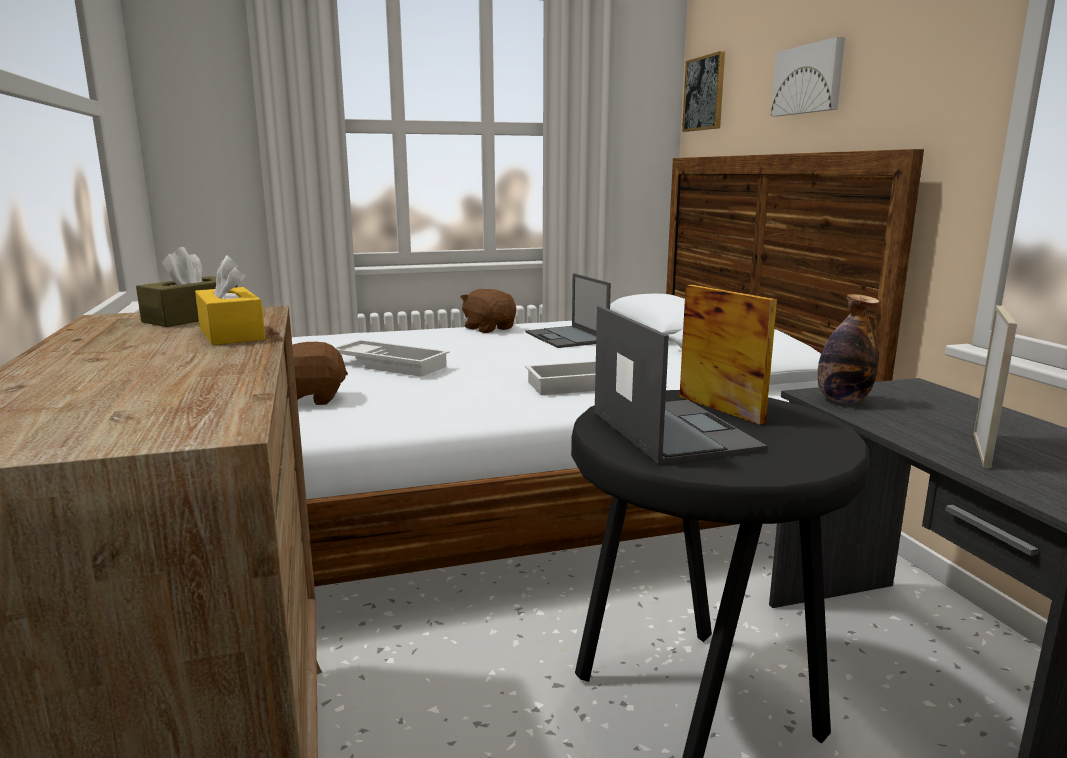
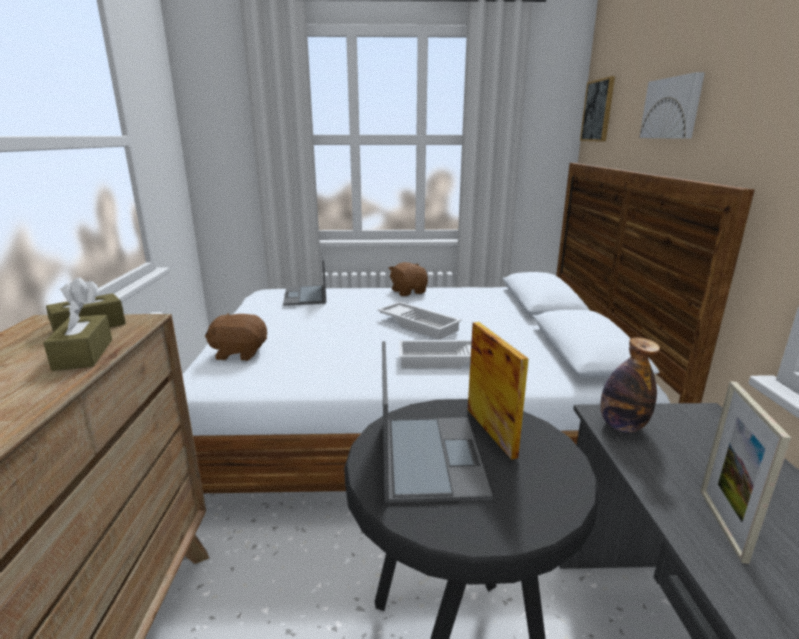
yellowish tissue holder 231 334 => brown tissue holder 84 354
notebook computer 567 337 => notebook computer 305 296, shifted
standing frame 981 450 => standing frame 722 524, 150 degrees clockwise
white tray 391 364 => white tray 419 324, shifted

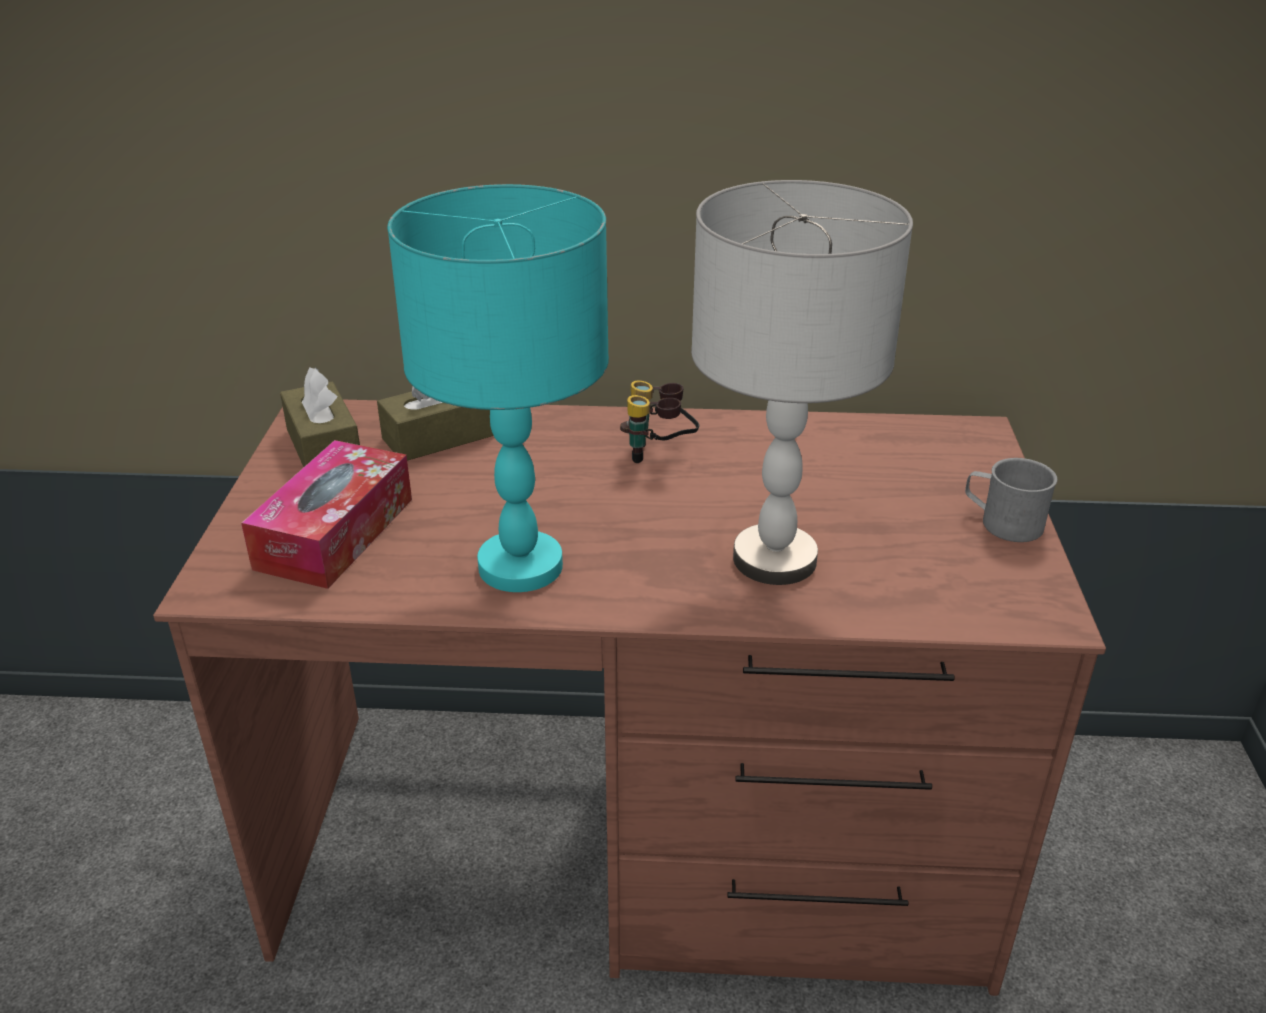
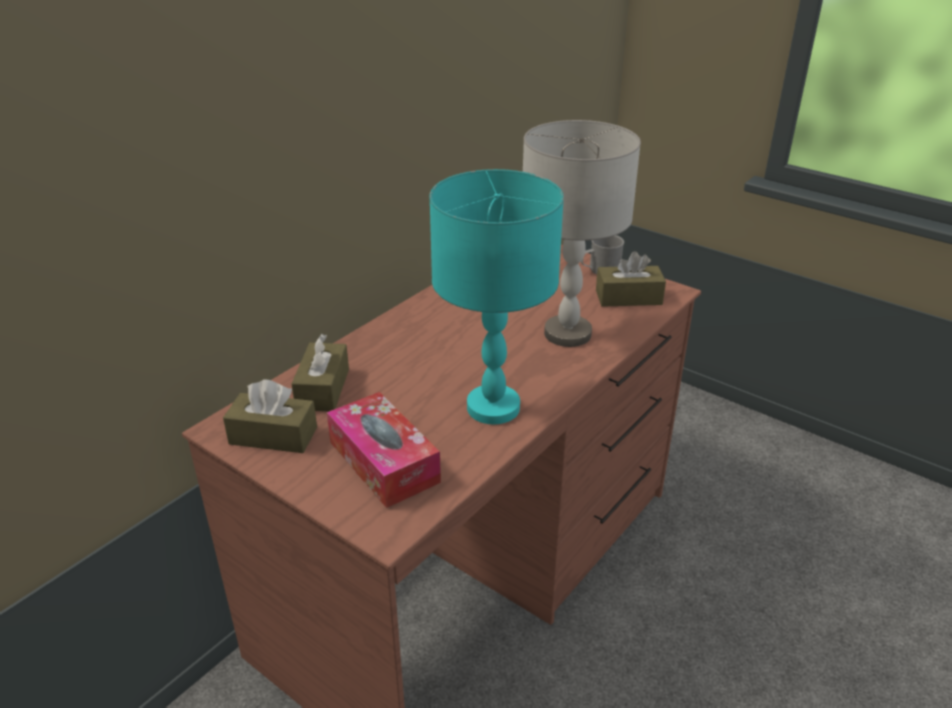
field glasses 659 455 => nothing
nothing => brown tissue holder 628 297

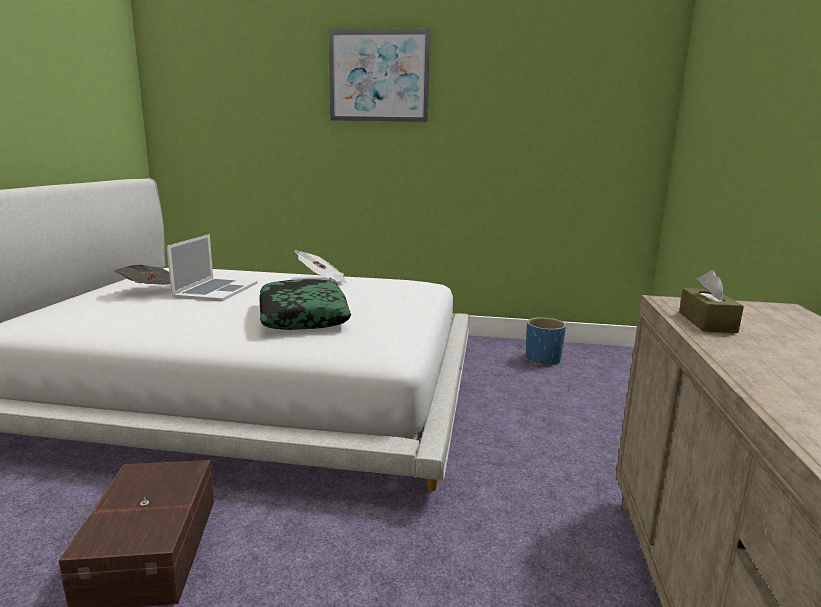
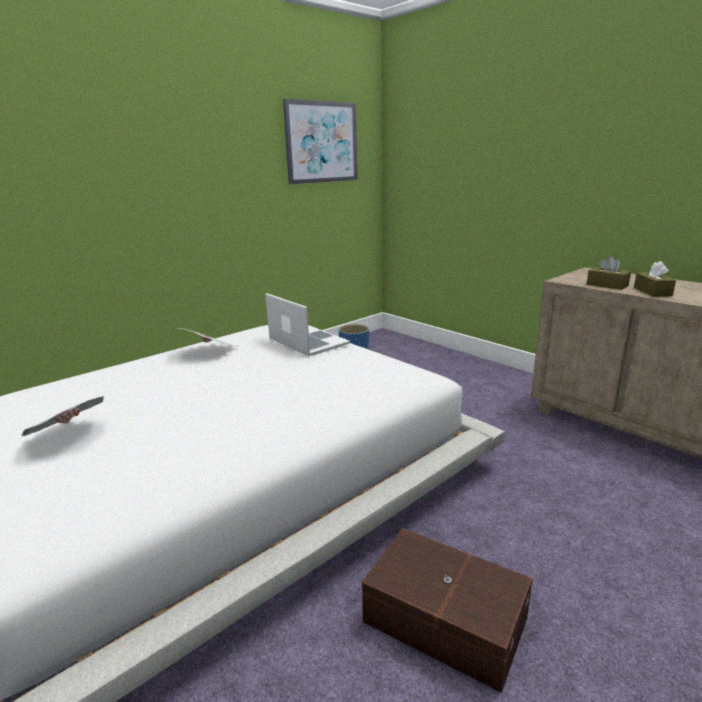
wall art 379 76 => wall art 322 142, shifted
notebook computer 216 290 => notebook computer 308 341, shifted
pillow 302 316 => nothing
nothing => brown tissue holder 652 291

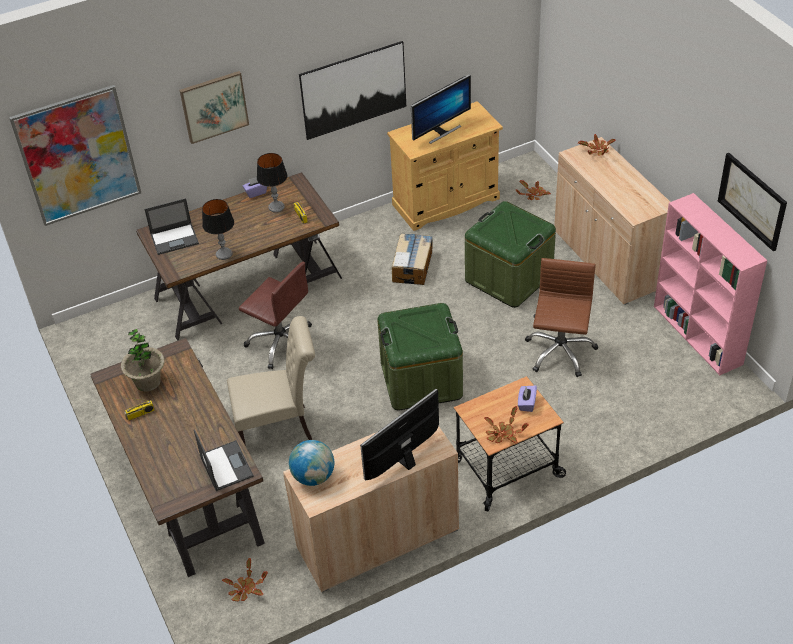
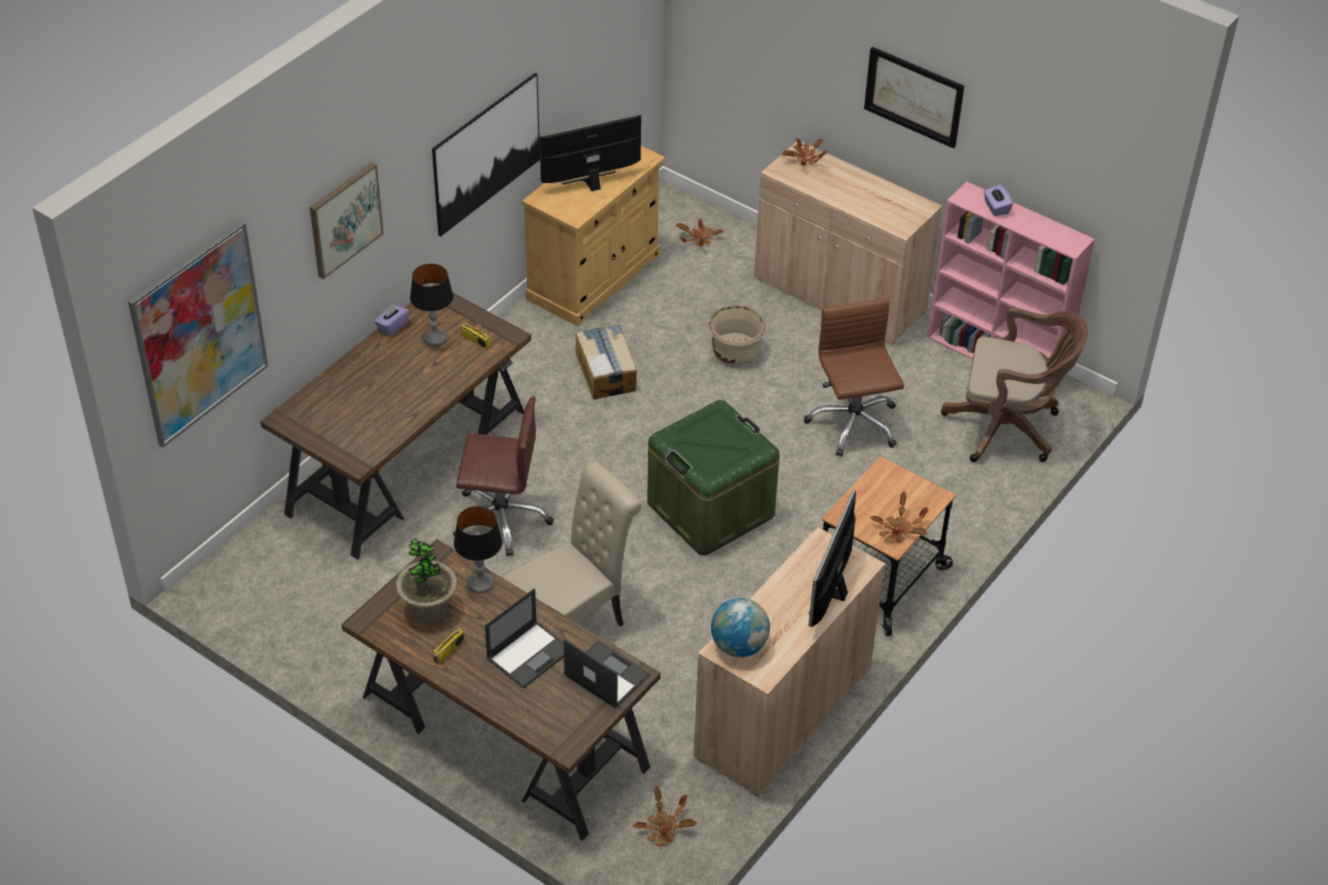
computer display 441 131 => computer display 591 183, 135 degrees counterclockwise
wall art 752 201 => wall art 914 96, shifted
notebook computer 175 238 => notebook computer 529 654, shifted
table lamp 224 254 => table lamp 480 583, shifted
green storage container 509 278 => beige planter 735 351
purplish tissue holder 526 403 => purplish tissue holder 996 208, shifted
nothing => brown computer chair 1008 428

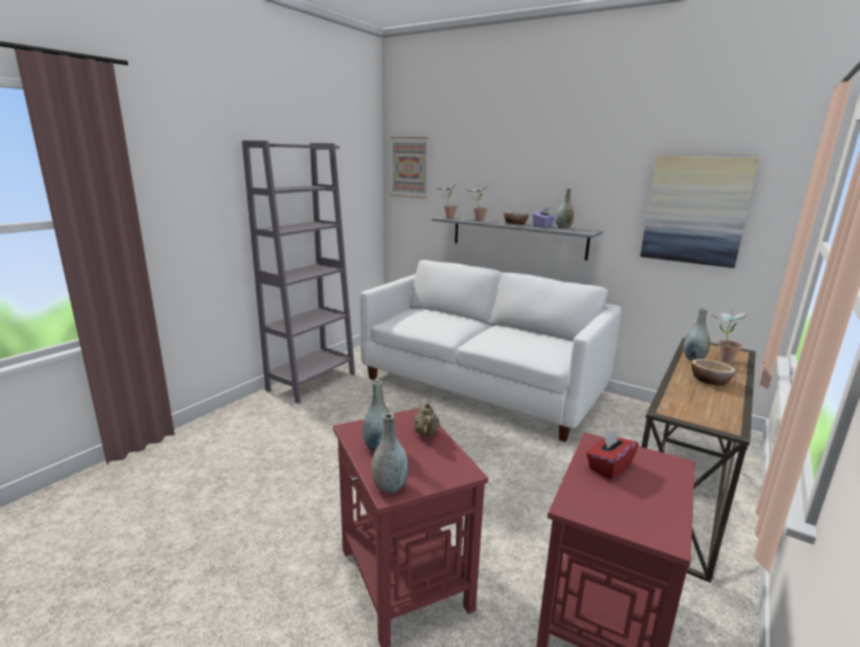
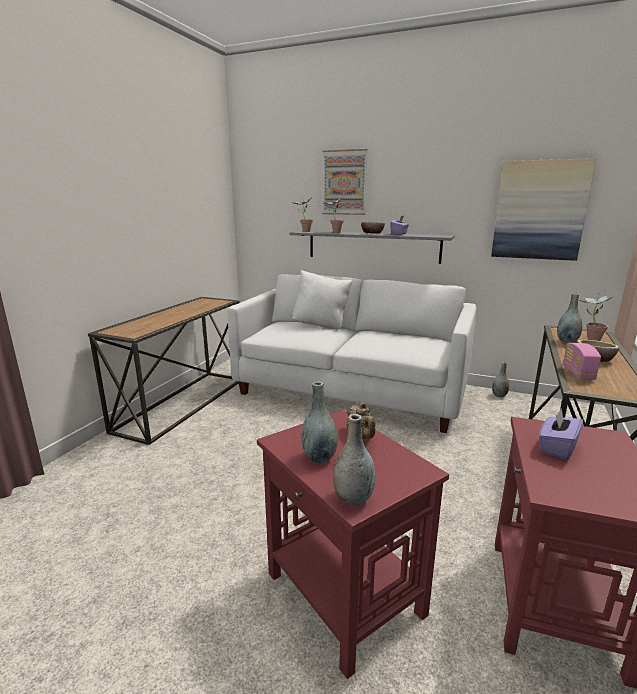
wall art 409 167 => wall art 344 182, shifted
grey shelving unit 312 382 => console table 183 403
grey flower vase 563 228 => grey flower vase 499 395, shifted
reddish tissue holder 609 467 => purplish tissue holder 557 447
nothing => white pillow 321 326
nothing => radio 578 373

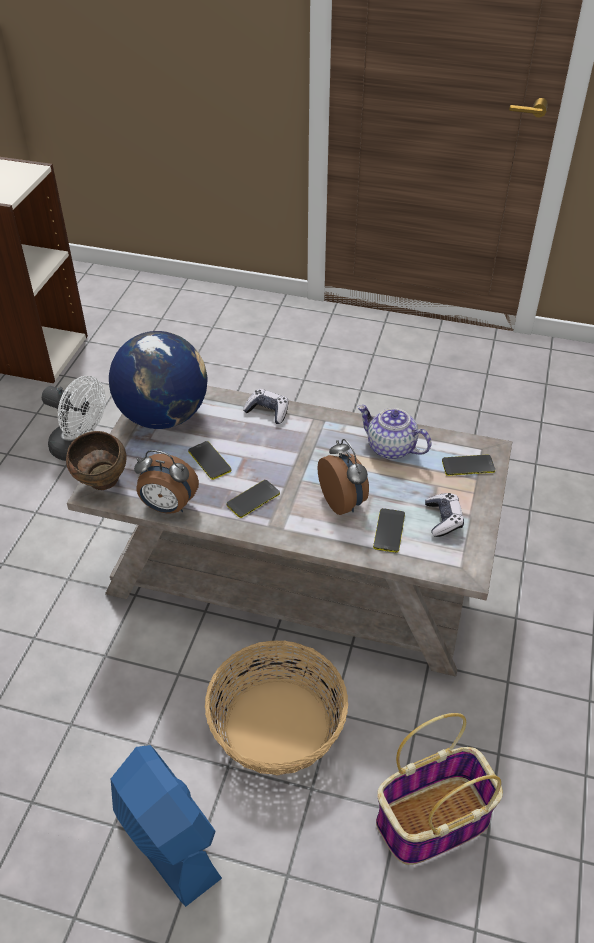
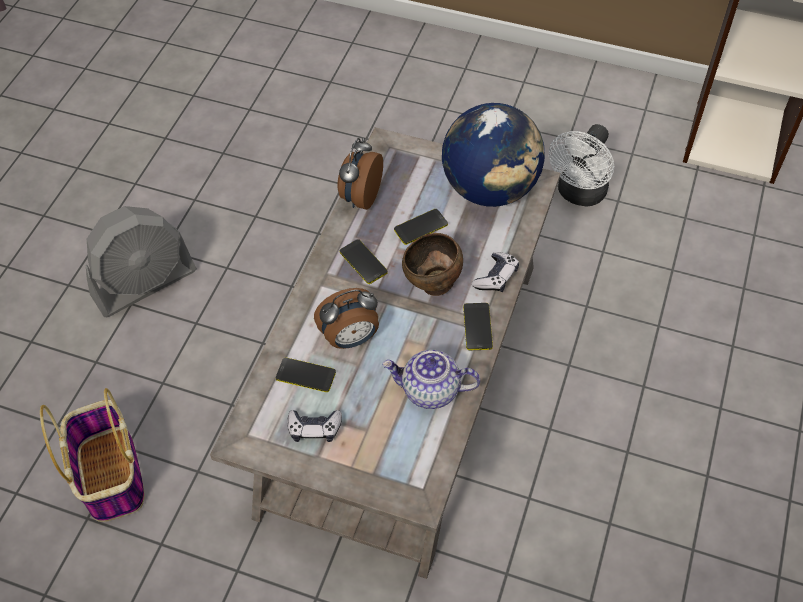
tea pot 390 448 => tea pot 430 391, 120 degrees counterclockwise
brown serving bowl 103 483 => brown serving bowl 432 284, shifted
phone 468 466 => phone 477 327, shifted
basket 276 727 => nothing
blue cooling fan 167 839 => grey cooling fan 145 283

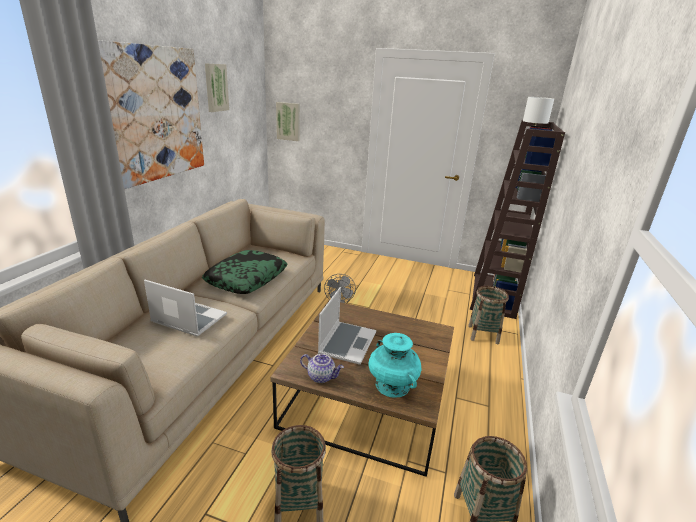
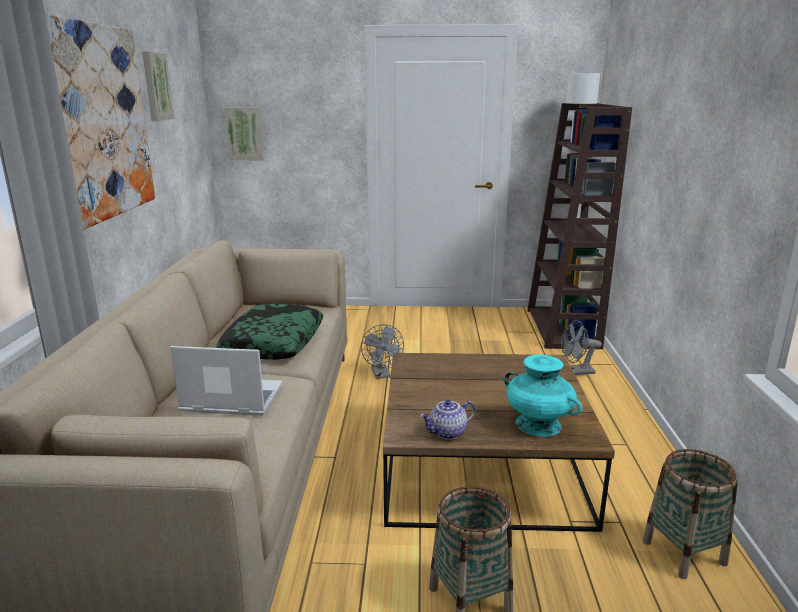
basket 483 334 => grey cooling fan 576 372
notebook computer 347 343 => nothing
tea pot 321 376 => tea pot 448 433, 150 degrees clockwise

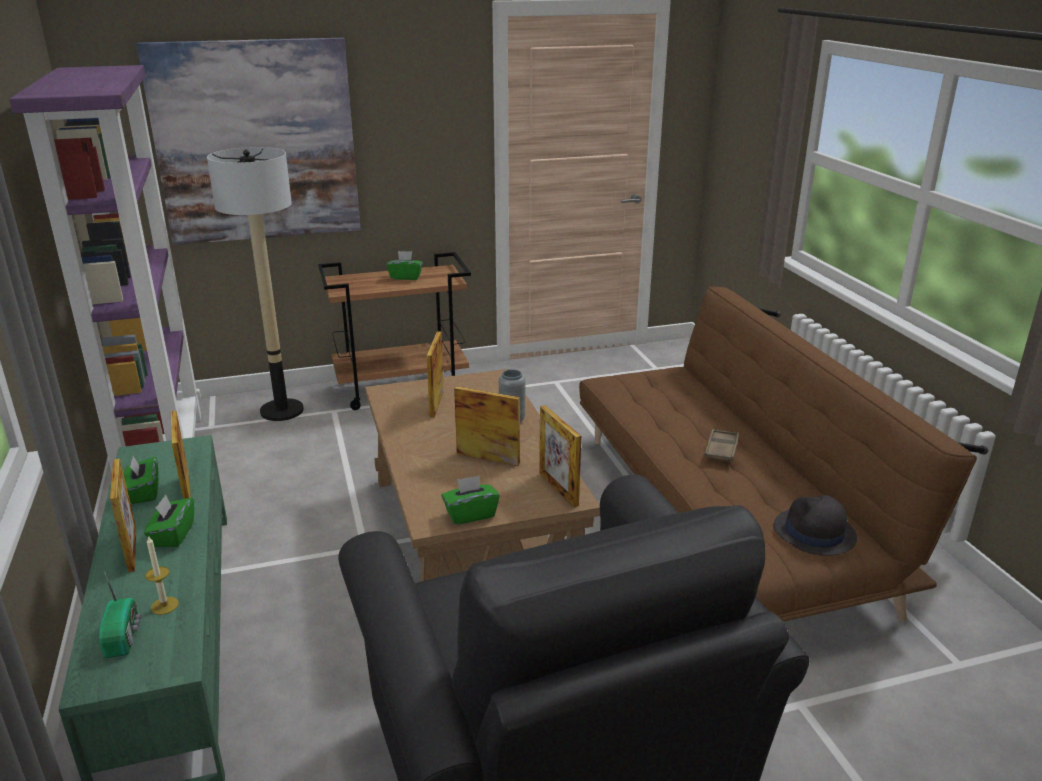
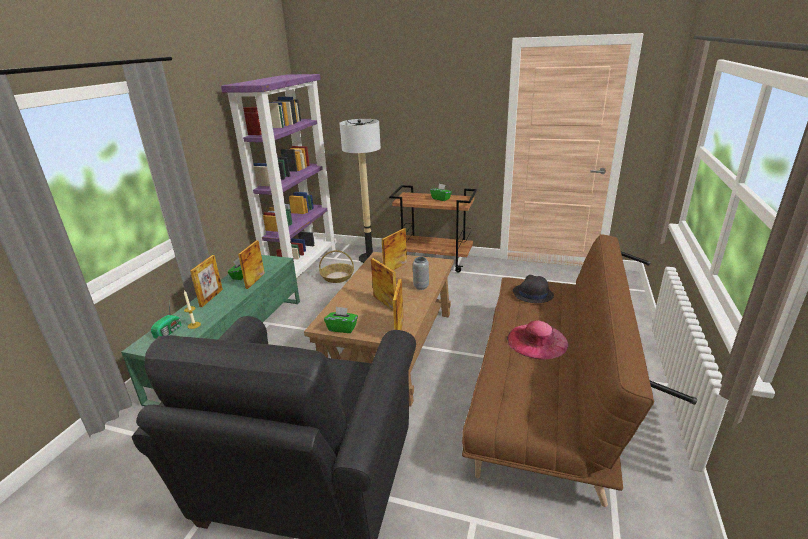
wall art 256 142 => nothing
brown tray 721 449 => pink clothing hat 537 341
green tissue holder 173 535 => nothing
blackish clothing hat 814 533 => blackish clothing hat 532 294, shifted
nothing => basket 337 277

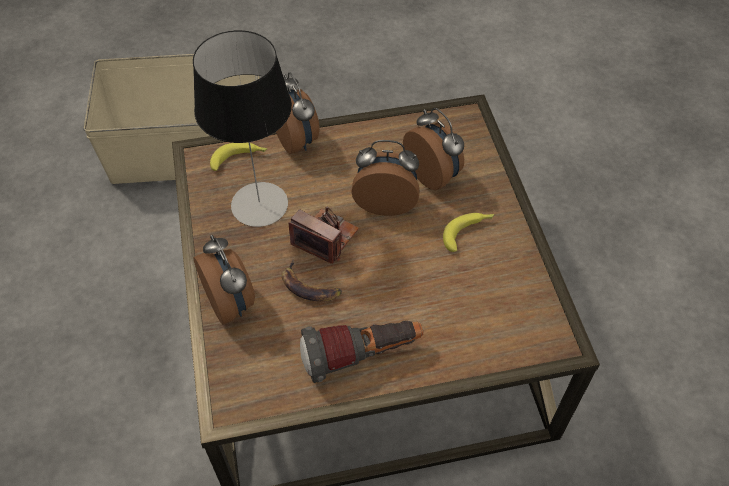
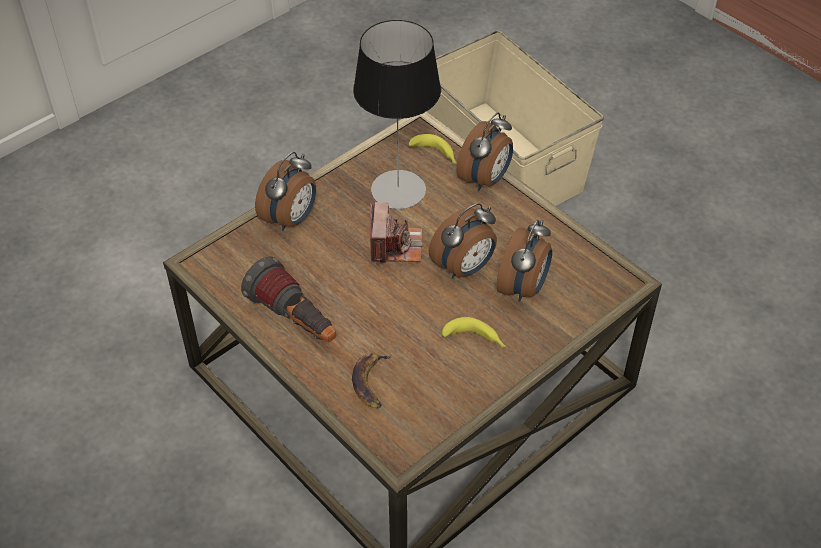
alarm clock 385 202 => alarm clock 464 268, 75 degrees clockwise
banana 309 286 => banana 371 382, shifted

